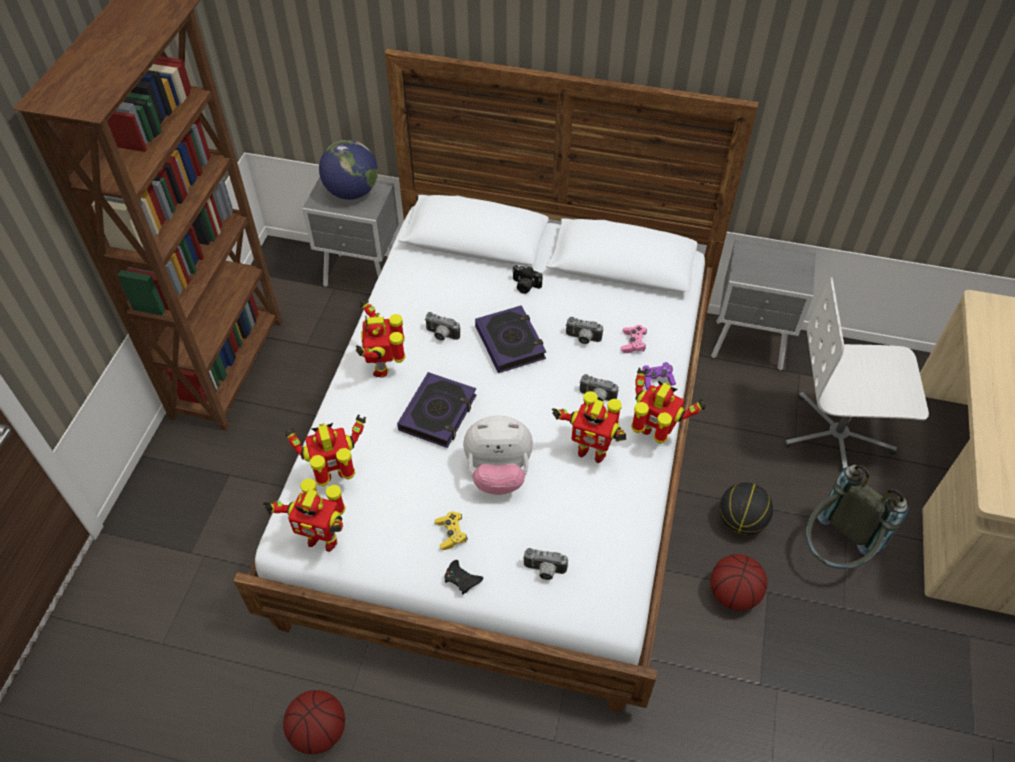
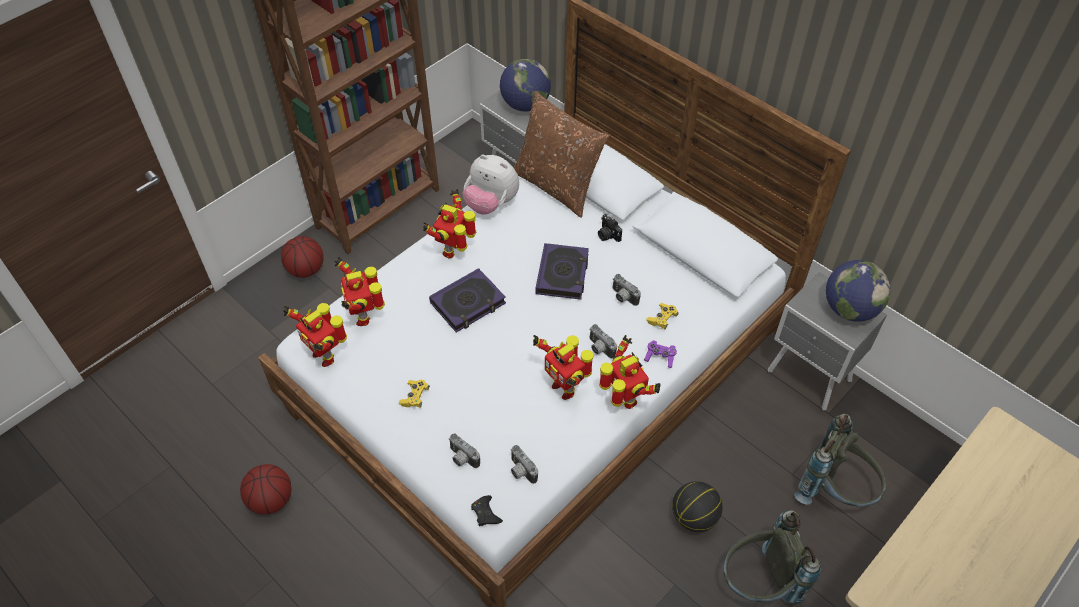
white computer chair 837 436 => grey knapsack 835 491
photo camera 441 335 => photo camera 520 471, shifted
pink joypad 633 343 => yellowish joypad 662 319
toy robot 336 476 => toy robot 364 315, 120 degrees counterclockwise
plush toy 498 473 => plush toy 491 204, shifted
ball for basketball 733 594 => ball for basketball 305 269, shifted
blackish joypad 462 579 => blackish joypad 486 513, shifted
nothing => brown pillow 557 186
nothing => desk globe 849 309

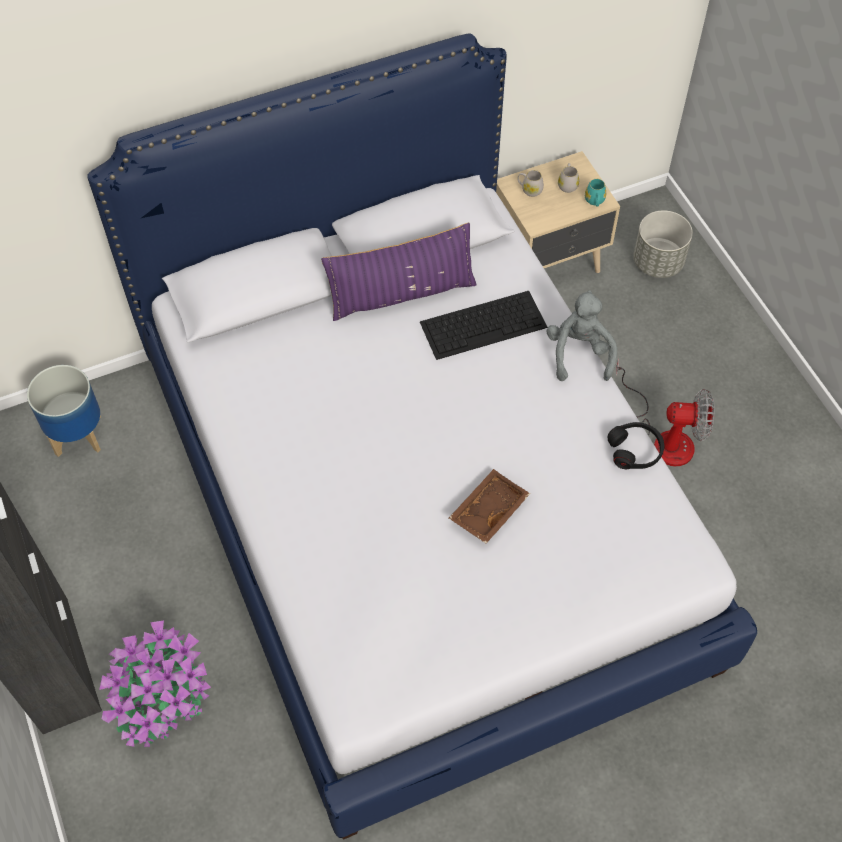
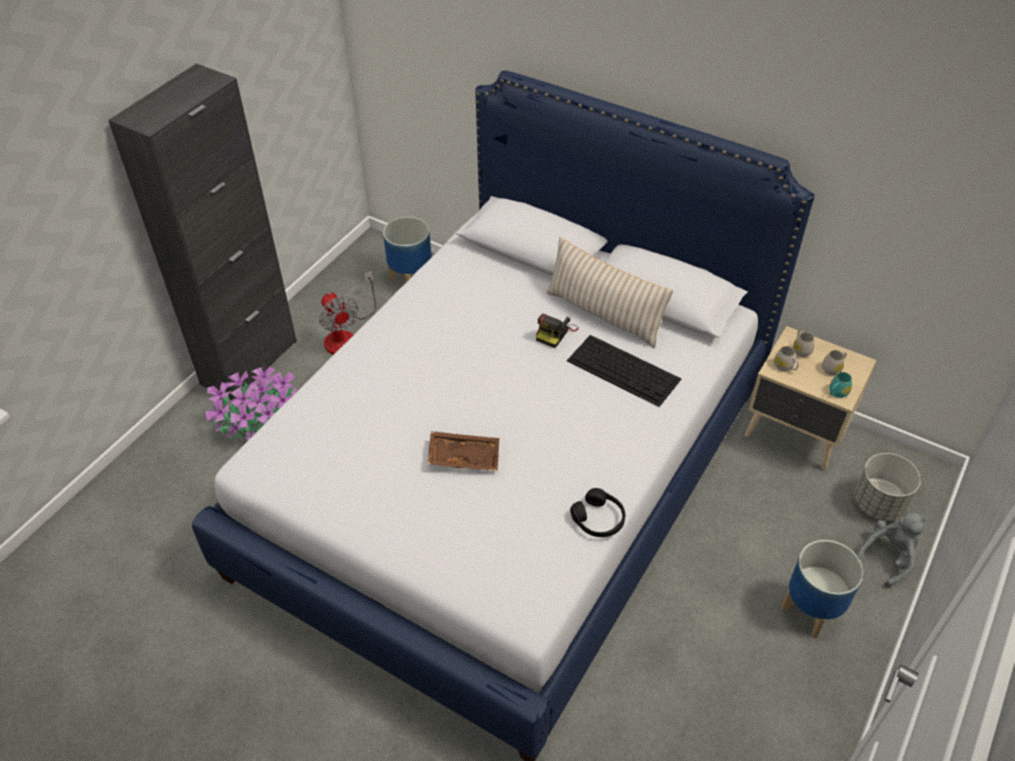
purplish pillow 401 294 => beige pillow 604 314
grey plush toy 579 353 => grey plush toy 888 557, shifted
cooling fan 663 437 => cooling fan 346 335, shifted
nothing => photo camera 555 332
nothing => white mug 785 367
nothing => planter 812 611

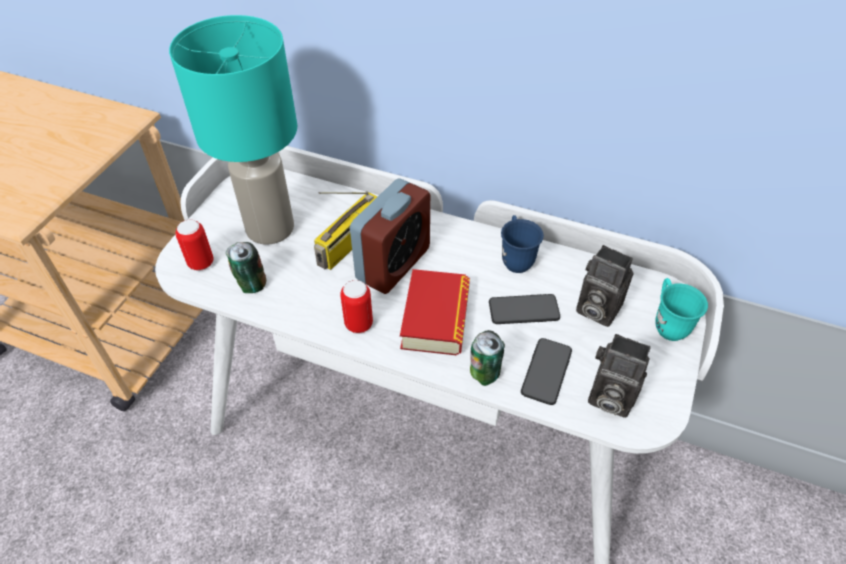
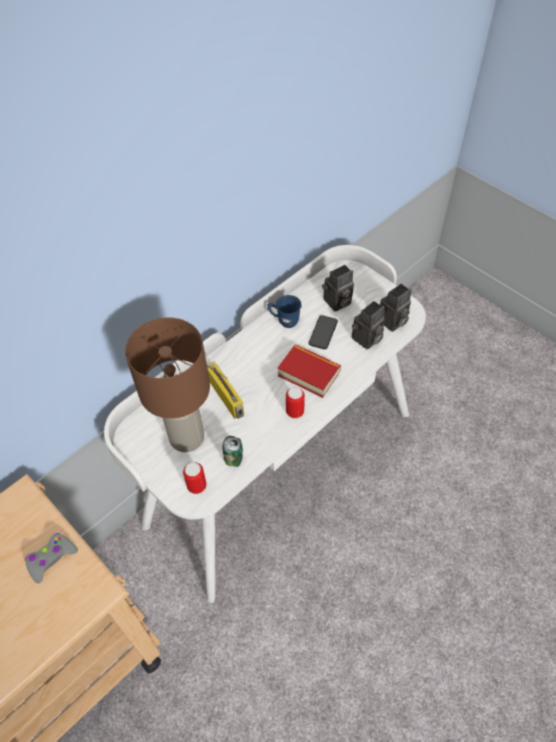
blue-green table lamp 271 229 => brown table lamp 188 437
alarm clock 393 264 => nothing
blue-green mug 667 323 => nothing
metal can 484 375 => nothing
phone 546 371 => photo camera 366 340
nothing => grey joypad 51 558

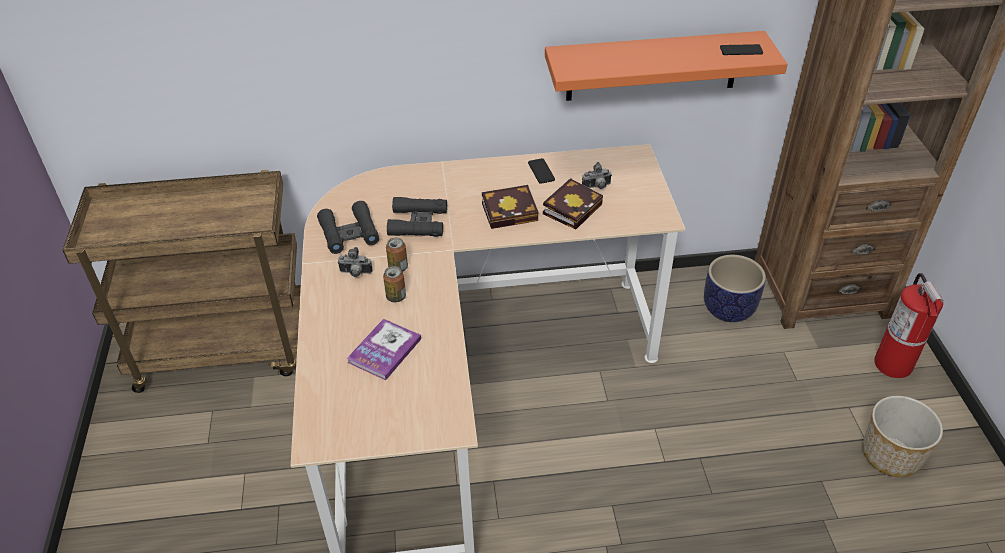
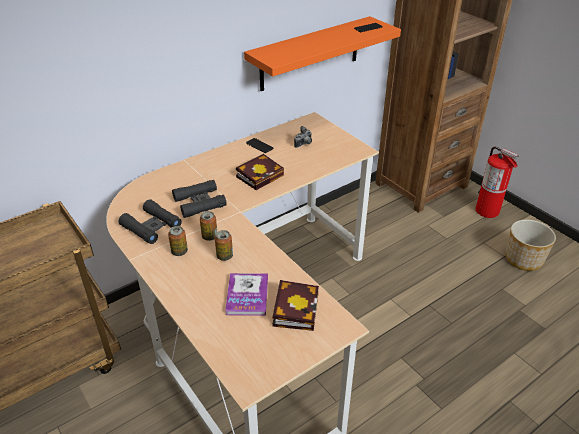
book 573 207 => book 295 307, shifted
photo camera 355 273 => metal can 179 252
planter 727 309 => nothing

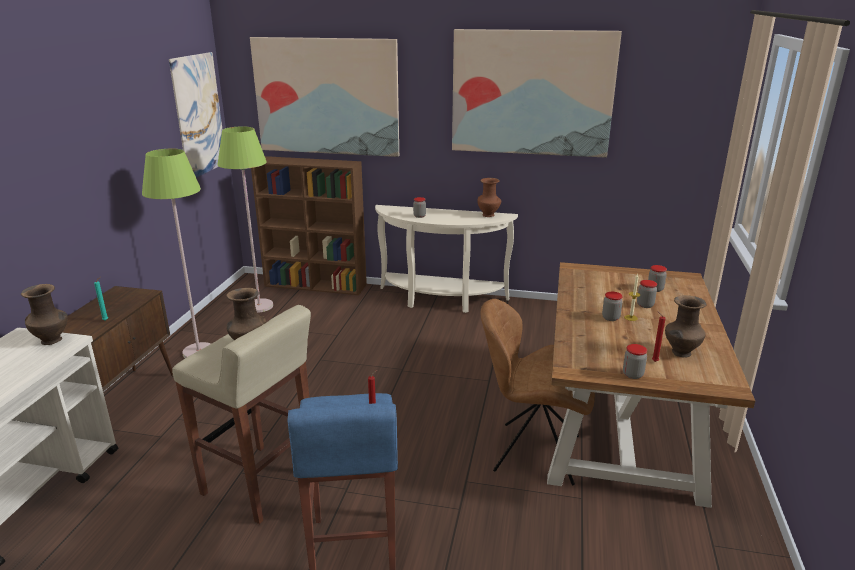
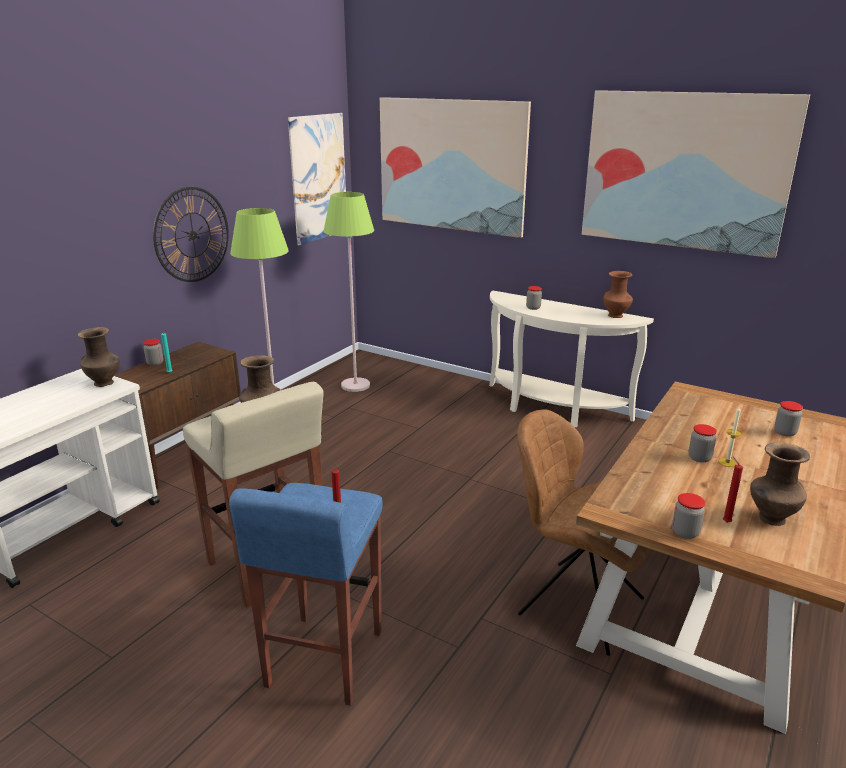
brown shelving unit 316 285 => nothing
jar 645 305 => jar 155 363, shifted
nothing => hanging clock 192 235

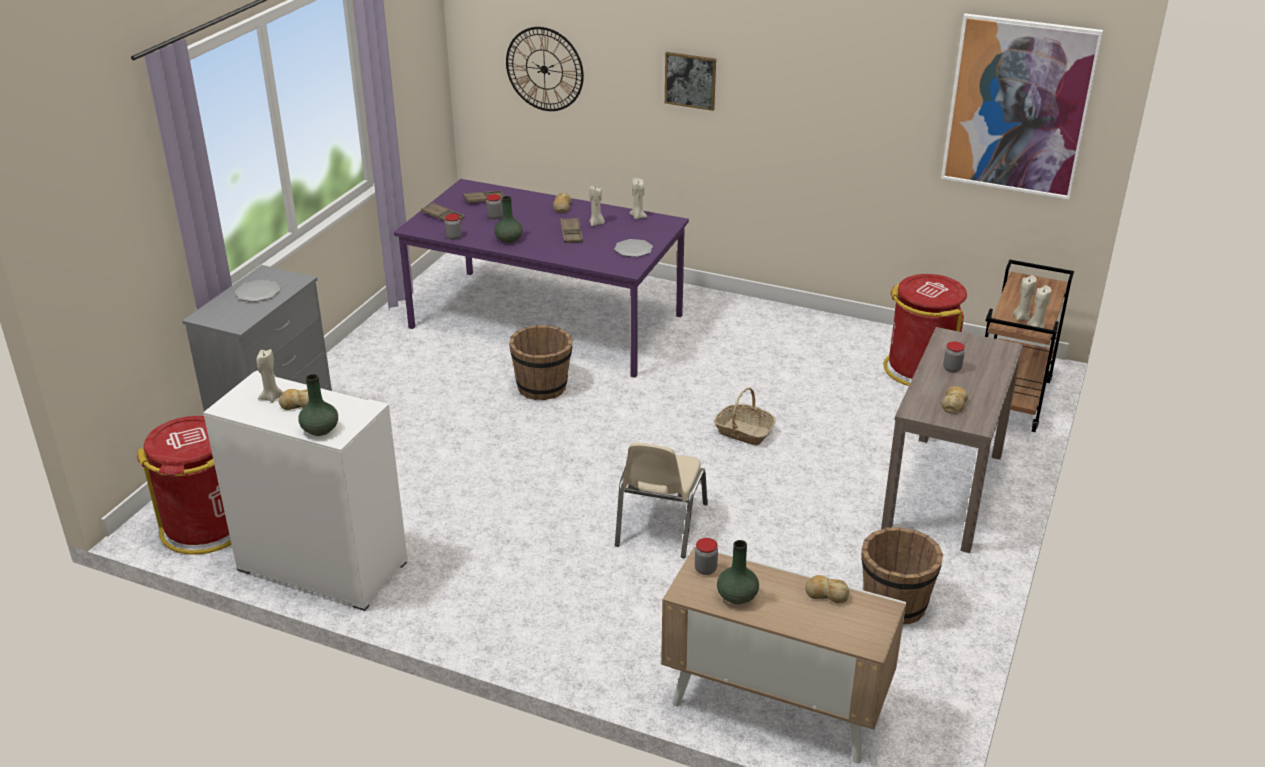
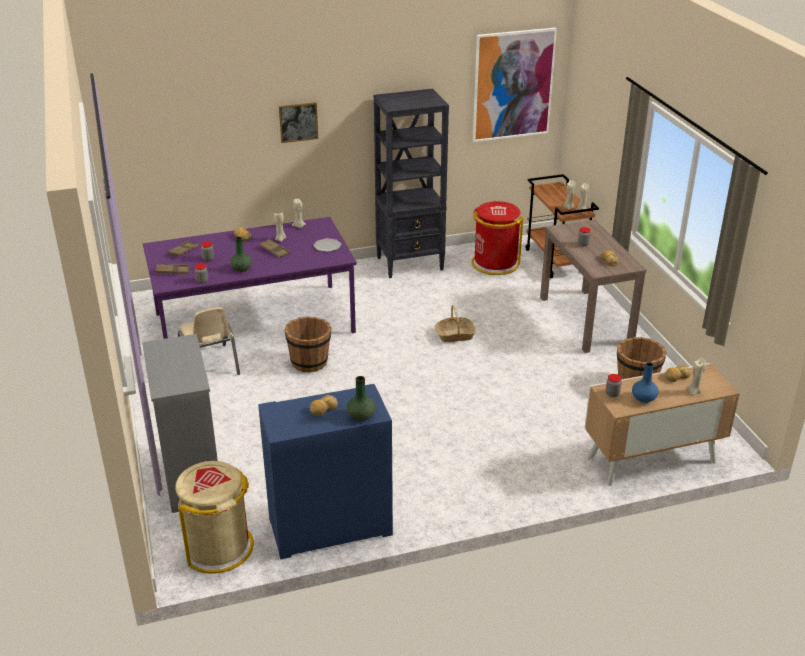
hanging clock 544 69 => nothing
plate 258 292 => nothing
beige candle 271 397 => beige candle 693 391, shifted
white cupboard 321 566 => blue cupboard 329 527
reddish trash can 206 527 => beige trash can 218 547
beige upright chair 660 525 => beige upright chair 209 365, shifted
green flower vase 737 596 => blue flower vase 644 398
nothing => blackish shelving unit 410 264

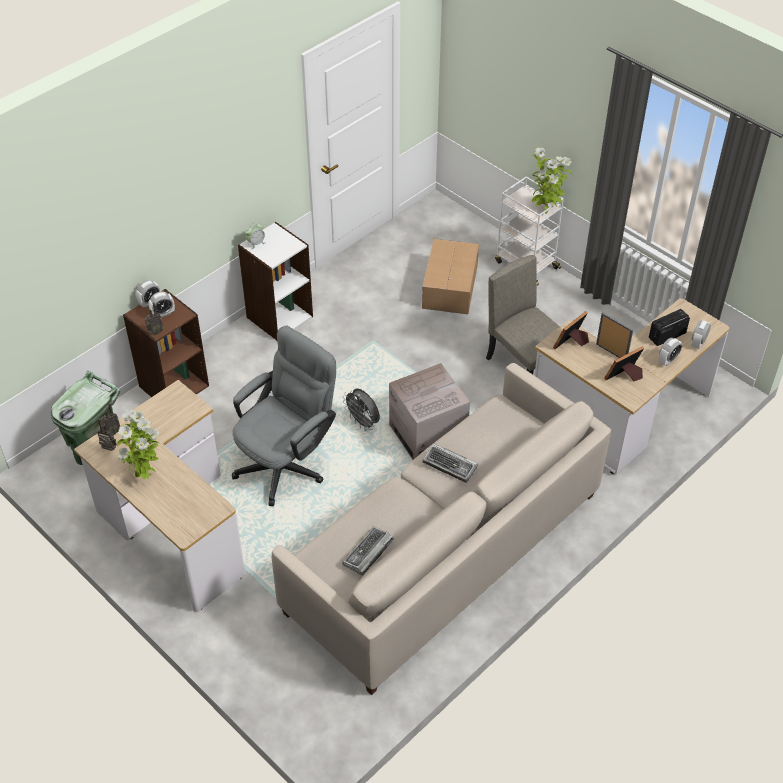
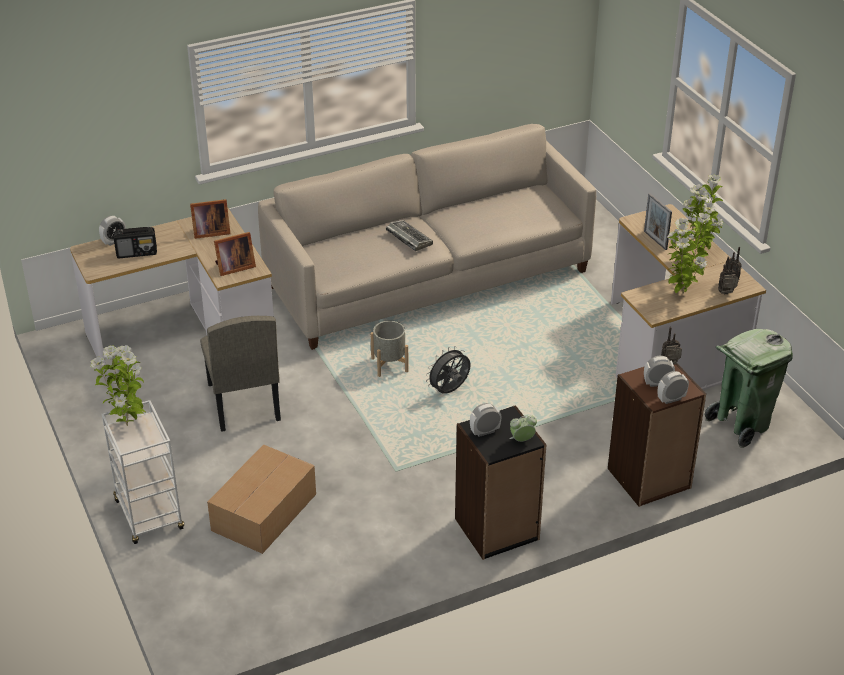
white shelving unit 279 316 => blackish shelving unit 497 529
standing frame 611 352 => standing frame 655 240, shifted
grey computer chair 287 462 => nothing
alarm clock 668 360 => alarm clock 485 431, shifted
cardboard box 427 434 => grey planter 389 365
grey cooling fan 363 423 => grey cooling fan 449 391, 105 degrees counterclockwise
keyboard 367 553 => nothing
nothing => houseplant 681 293

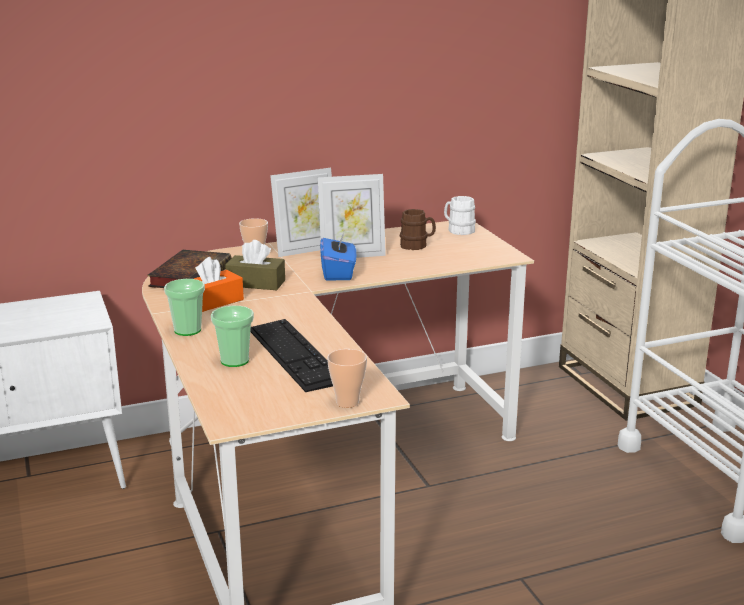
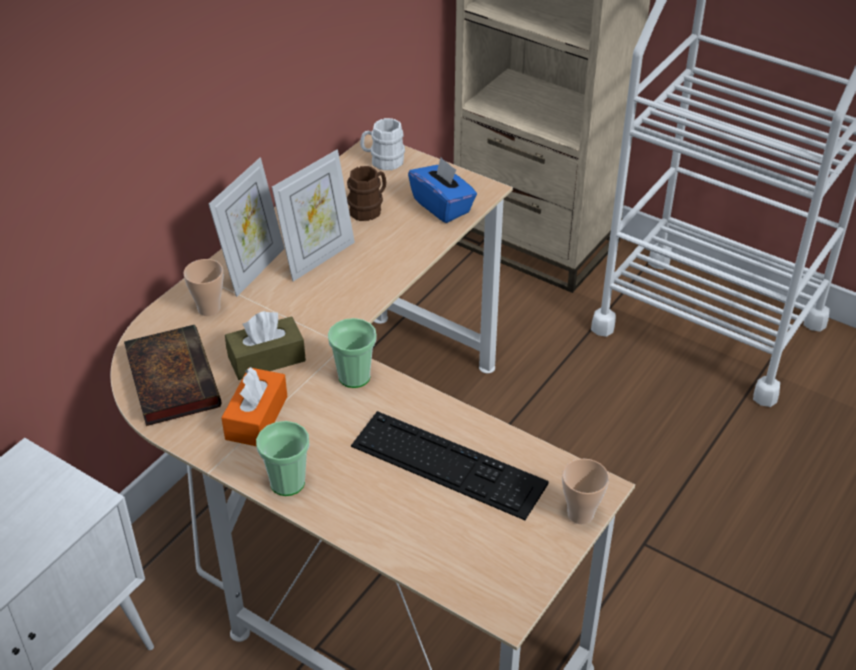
blue tissue holder 338 273 => blue tissue holder 442 206, shifted
cup 234 361 => cup 354 377, shifted

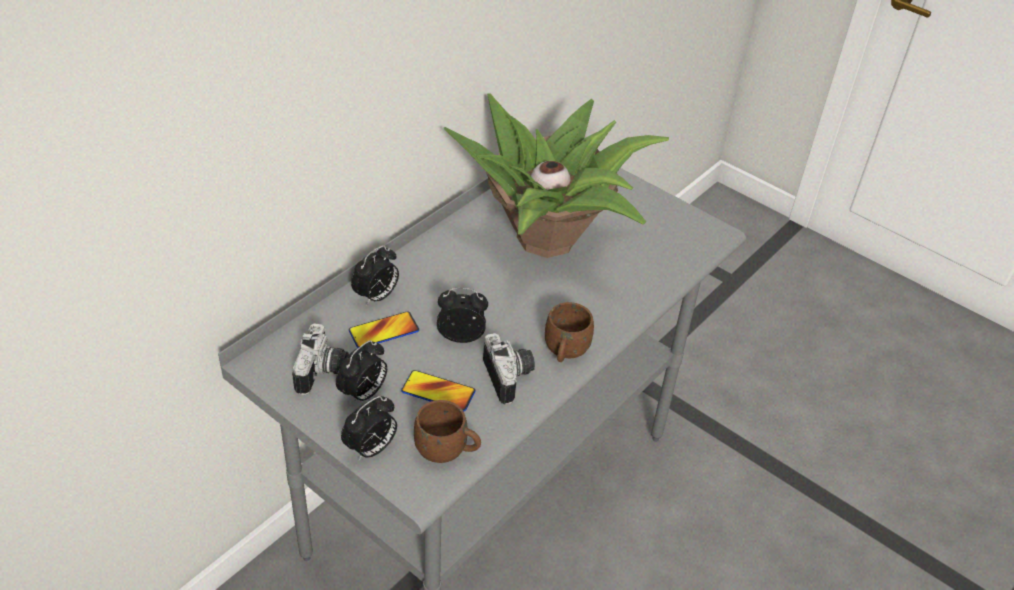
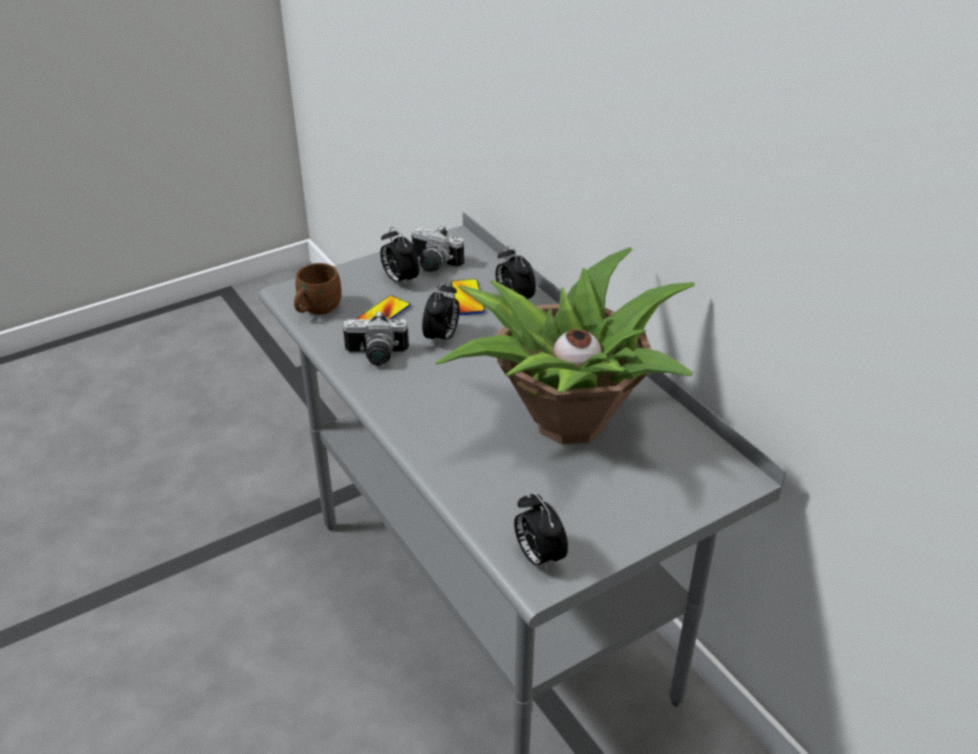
brown mug 565 352 => nothing
alarm clock 371 449 => alarm clock 538 556, shifted

